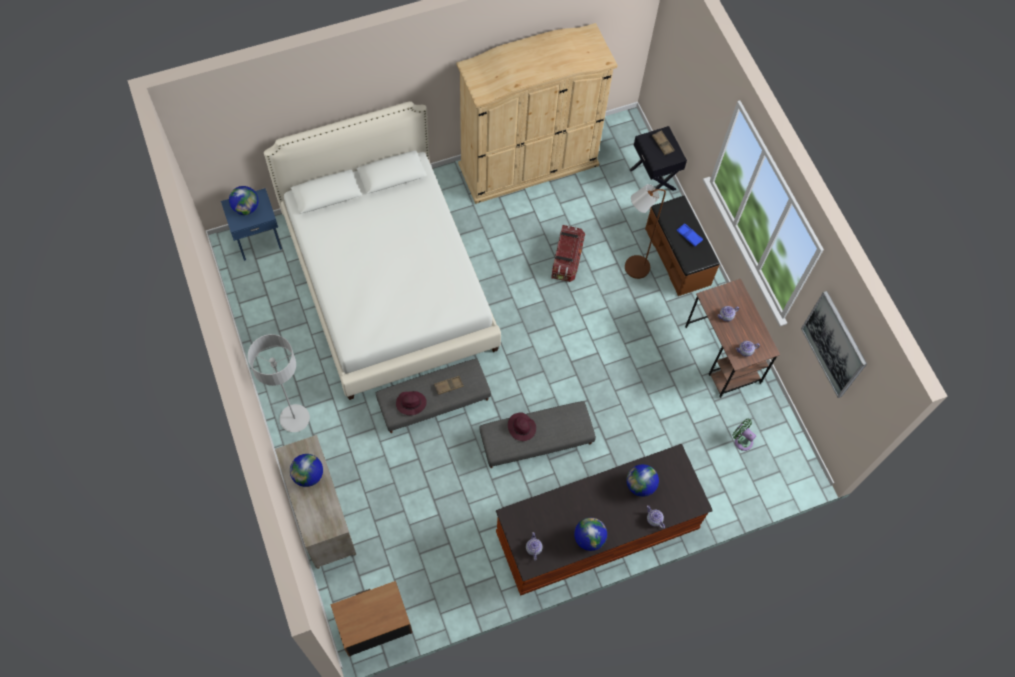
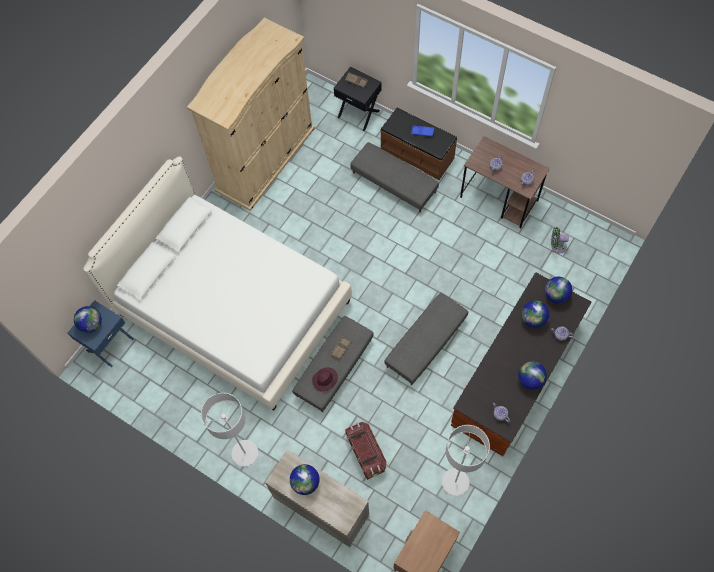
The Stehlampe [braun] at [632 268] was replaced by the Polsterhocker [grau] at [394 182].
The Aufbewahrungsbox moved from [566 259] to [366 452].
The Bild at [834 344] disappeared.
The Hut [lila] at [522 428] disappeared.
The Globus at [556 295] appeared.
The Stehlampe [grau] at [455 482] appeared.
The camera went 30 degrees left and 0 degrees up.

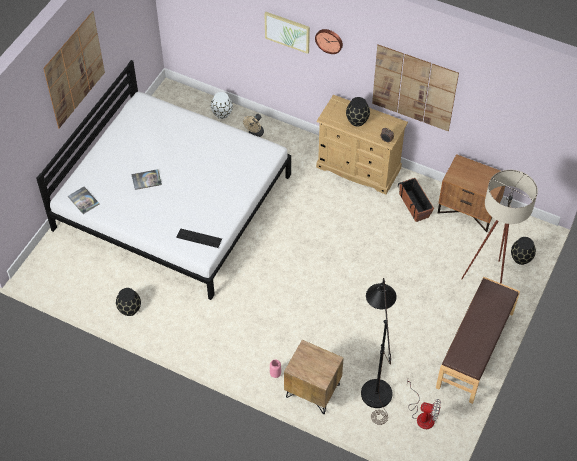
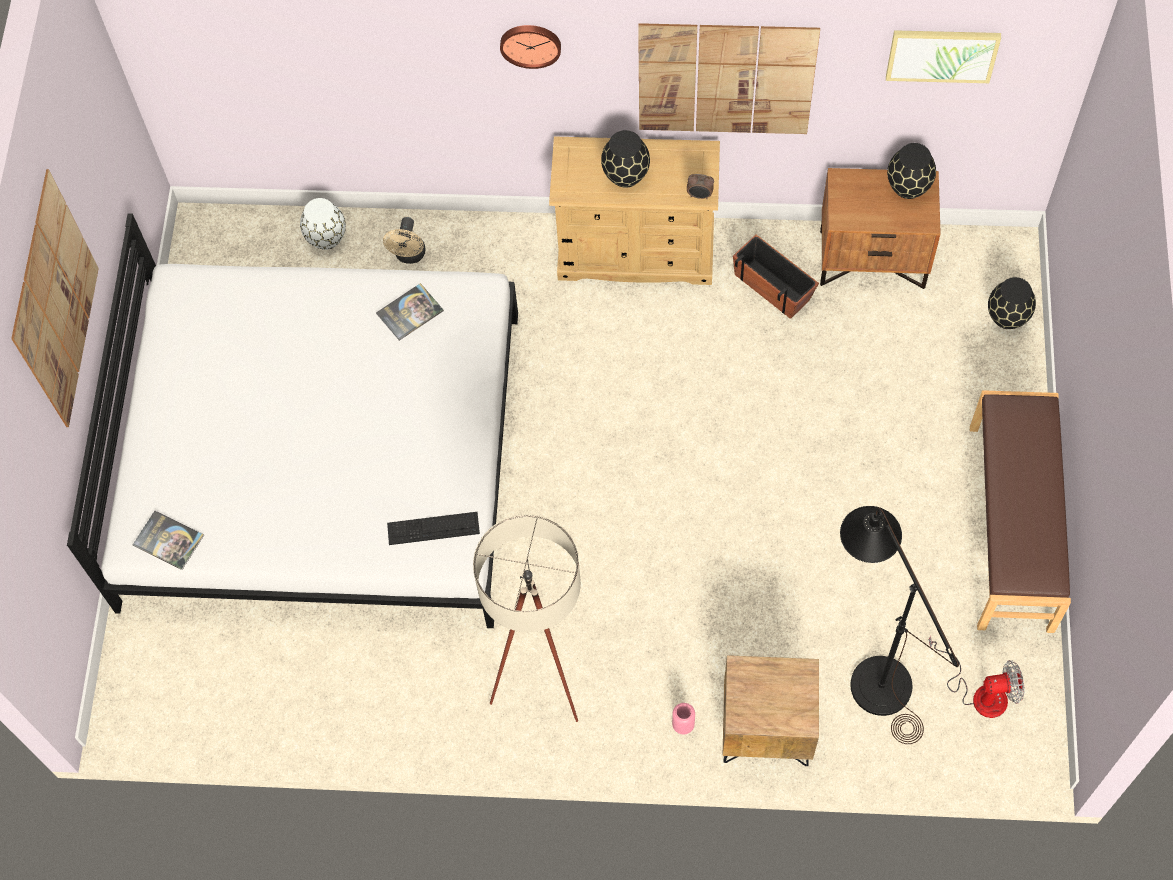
The Bild moved from [287 31] to [942 54].
The Buch moved from [146 180] to [410 312].
The Stehlampe [beige] moved from [489 276] to [542 674].
The Vase [schwarz] moved from [129 309] to [908 187].
The camera went 20 degrees left and 10 degrees up.

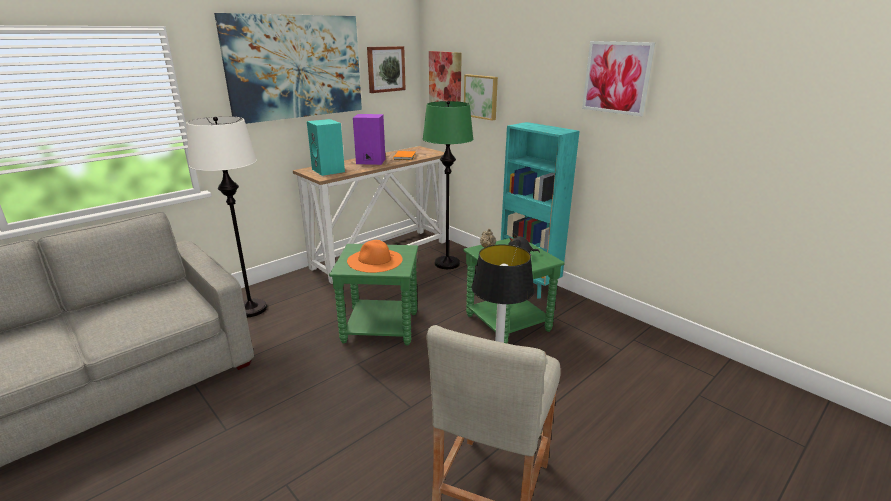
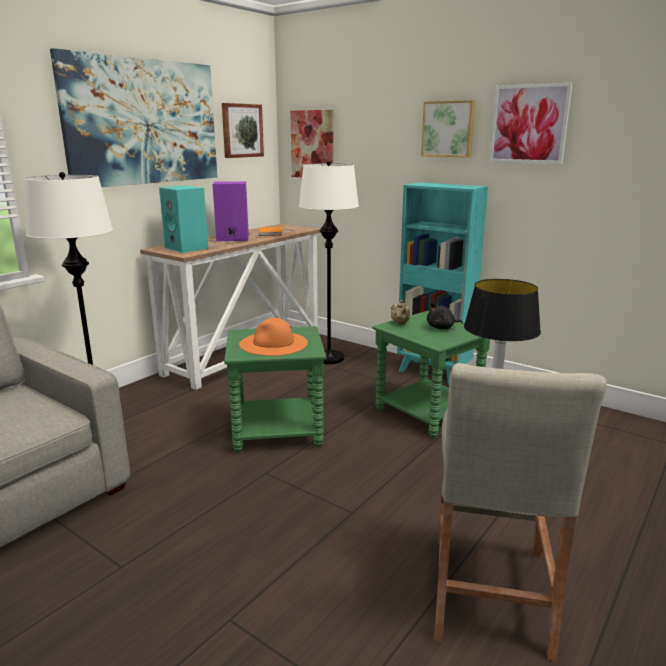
The Bild moved from [481 96] to [448 129].
The Stehlampe [grün] at [447 263] became the Stehlampe [weiß] at [329 358].
The camera went 10 degrees left and 5 degrees down.

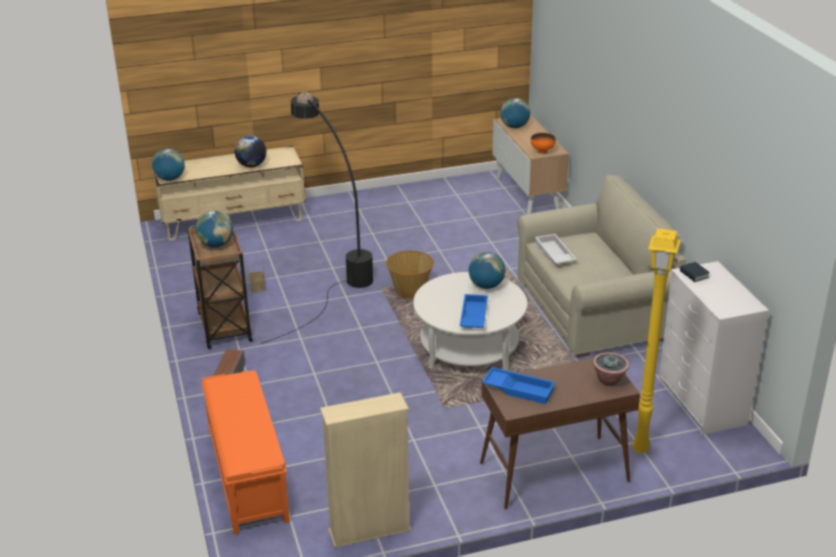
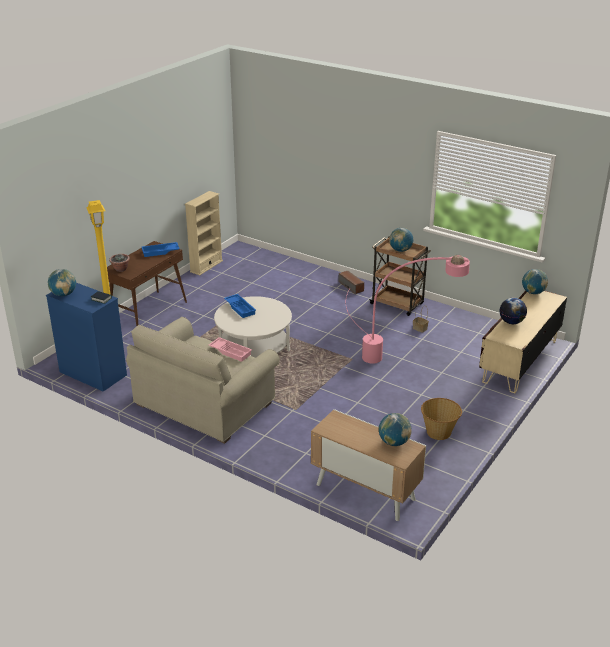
The Stehlampe [schwarz] at [331 272] became the Stehlampe [rosa] at [398 356].
The Schüssel [orange] at [542 151] disappeared.
The Tablett [weiß] at [554 254] became the Tablett [rosa] at [231 351].
The Korb moved from [410 291] to [439 432].
The Globus moved from [486 286] to [63 294].
The Kommode [weiß] at [702 403] became the Kommode [blau] at [92 373].
The Bank [orange] at [247 474] disappeared.
The camera went 140 degrees right and 0 degrees up.

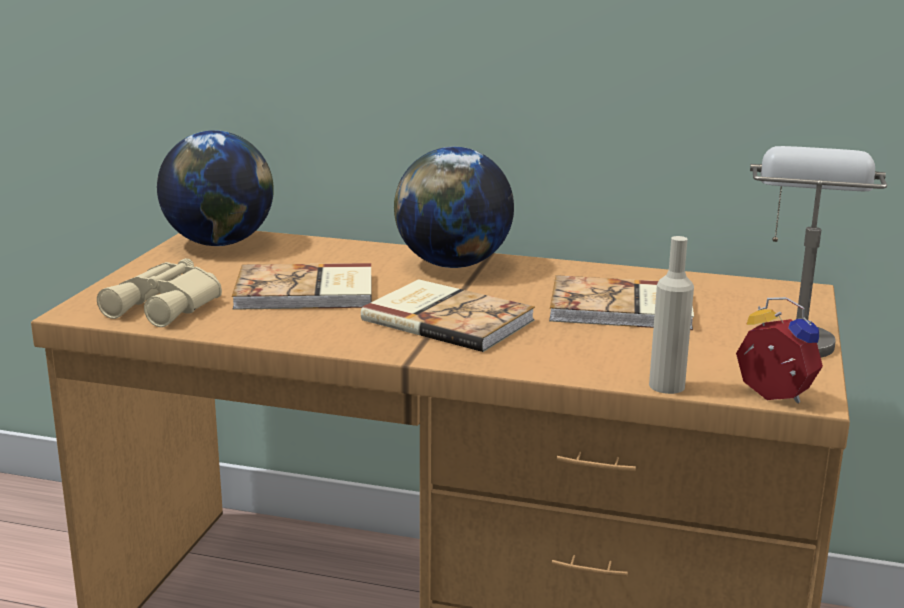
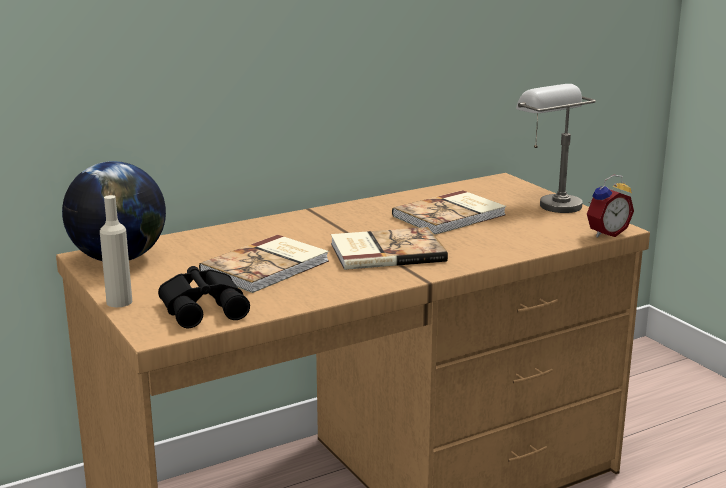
The Globus at [453 265] disappeared.
The Flasche [beige] moved from [666 386] to [119 302].
The Fernglas [beige] at [167 306] became the Fernglas [schwarz] at [205 307].
The Wecker at [771 397] turned 150 degrees clockwise.
The camera went 45 degrees left and 0 degrees up.

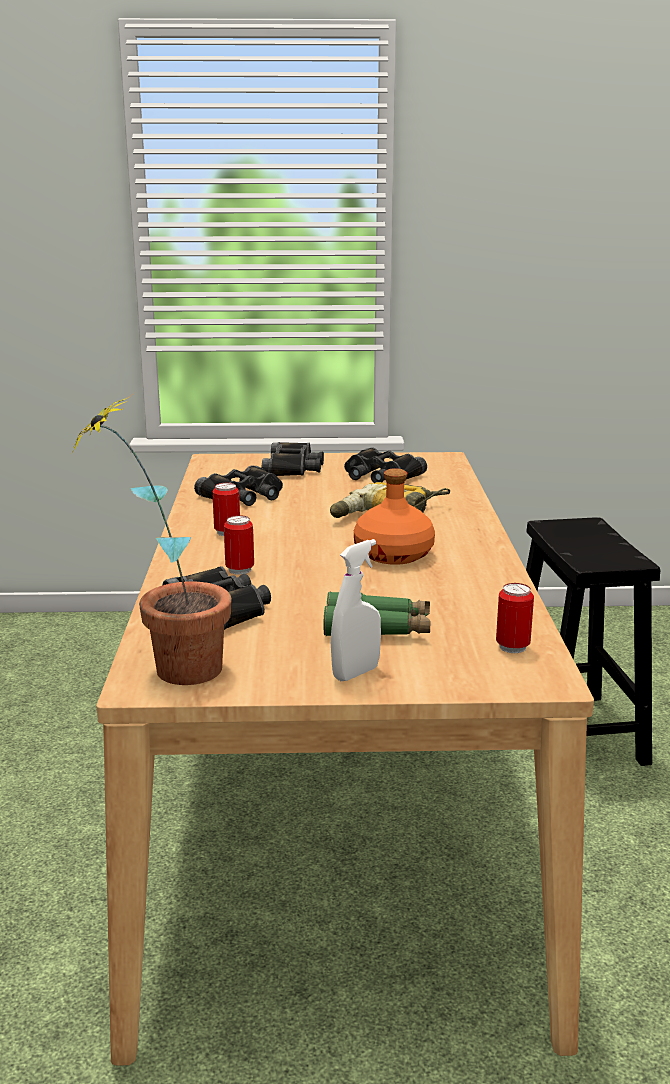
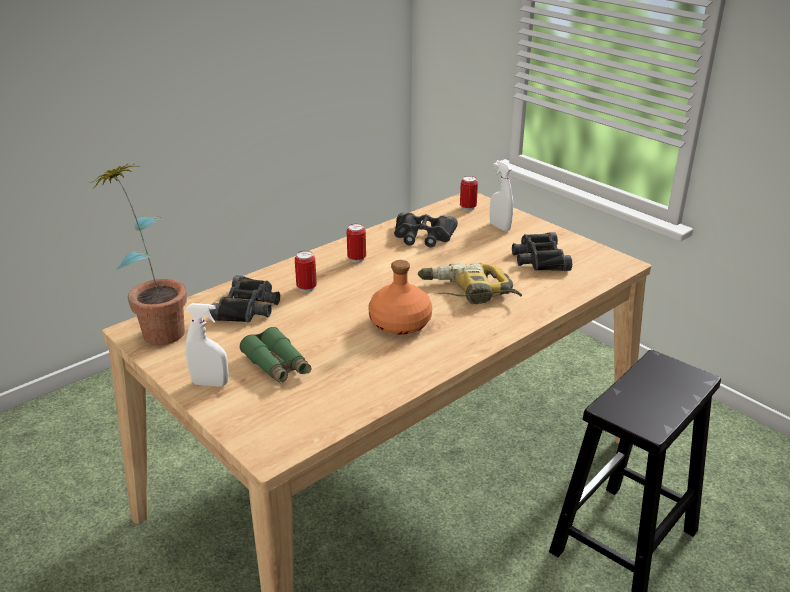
The Fernglas [schwarz] at [293 468] was replaced by the Sprühflasche [weiß] at [499 227].
The Dose moved from [512 647] to [468 208].
The camera went 50 degrees right and 10 degrees up.

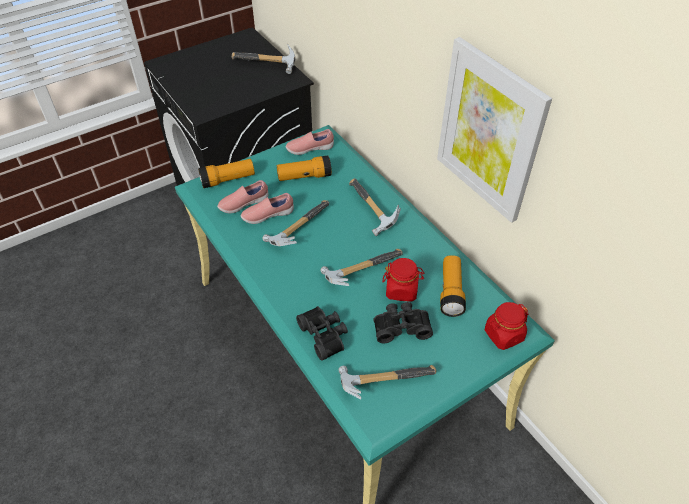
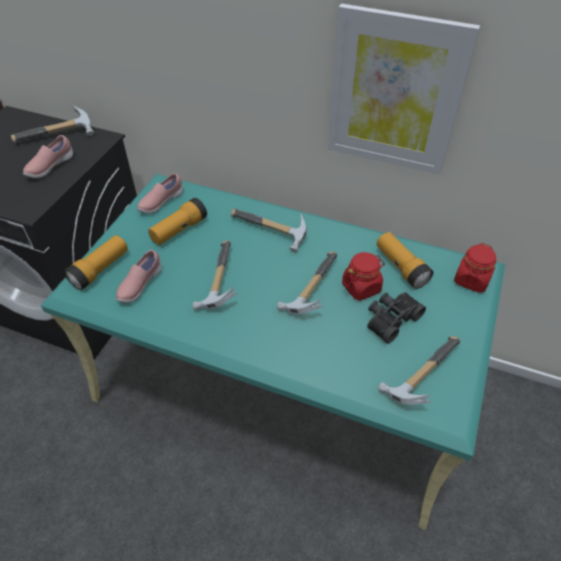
The Schuh [rosa] moved from [267 215] to [50 167].
The Fernglas [schwarz] at [325 335] disappeared.
The camera went 35 degrees left and 0 degrees up.

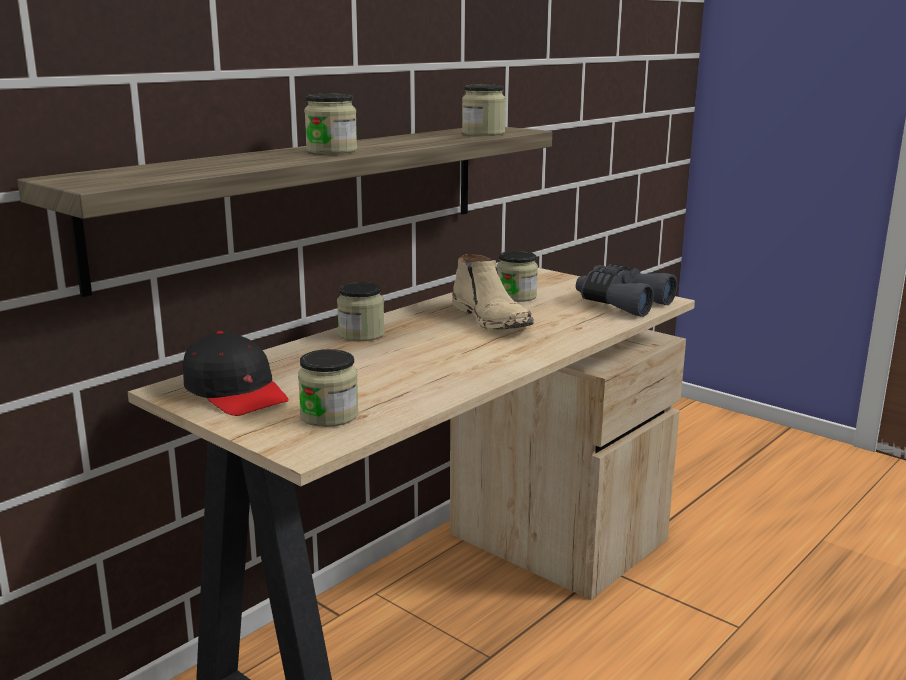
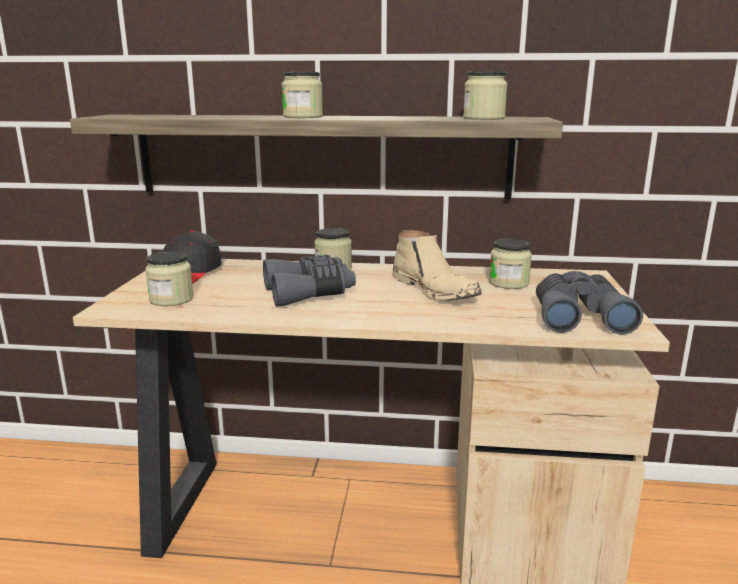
The Stiefel [beige] at [492 319] turned 60 degrees counterclockwise.
The Fernglas [grau] at [309 293] appeared.
The camera went 55 degrees right and 0 degrees up.

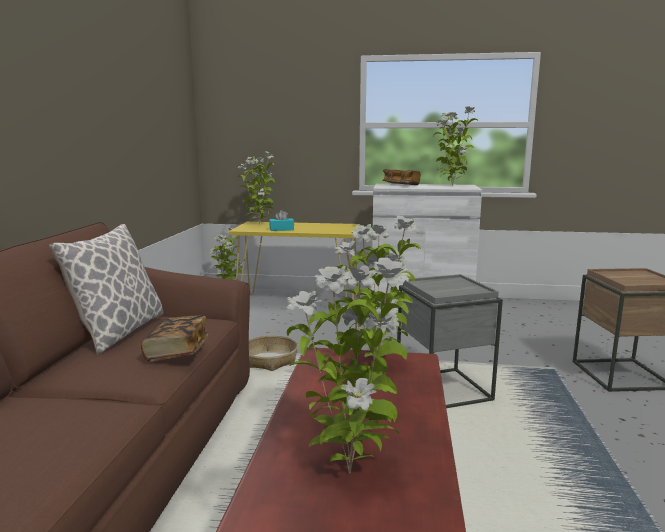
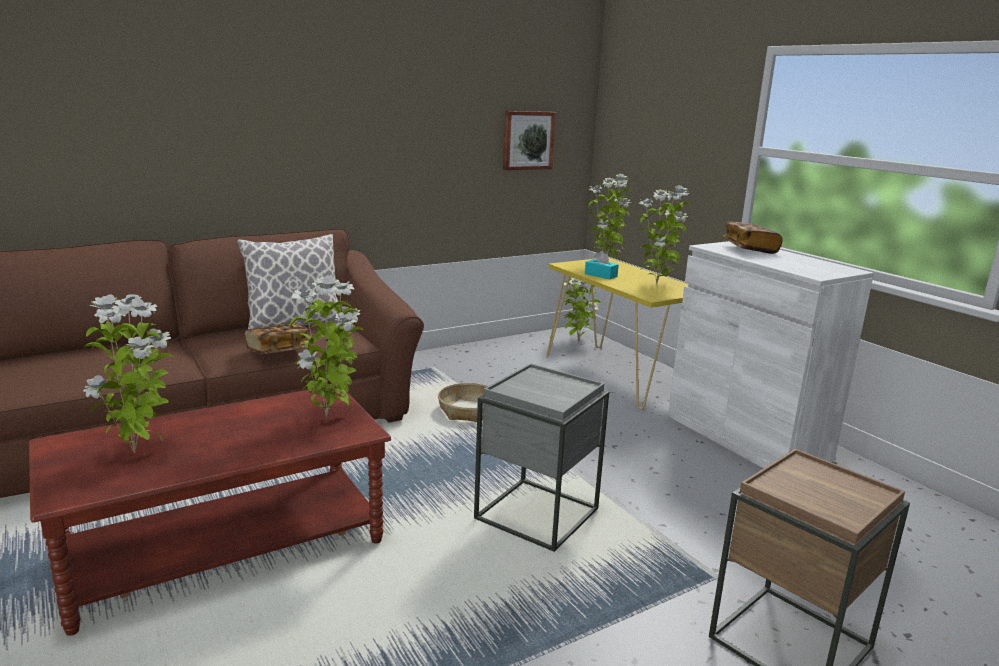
The Topfpflanze moved from [451 186] to [657 284].
The Bild at [527 140] appeared.
The camera went 50 degrees right and 5 degrees up.

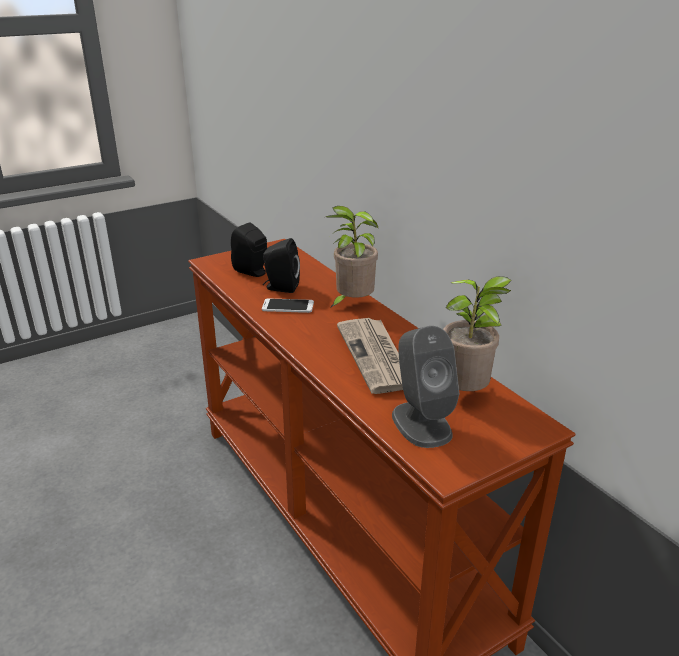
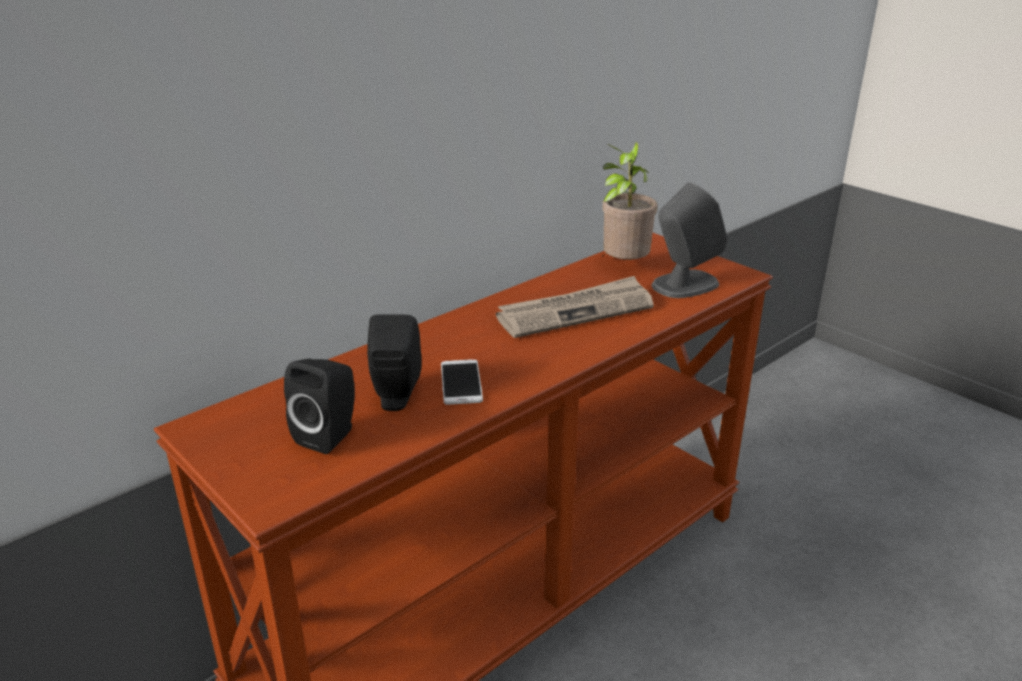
The Topfpflanze at [352 304] disappeared.
The camera went 100 degrees left and 0 degrees up.

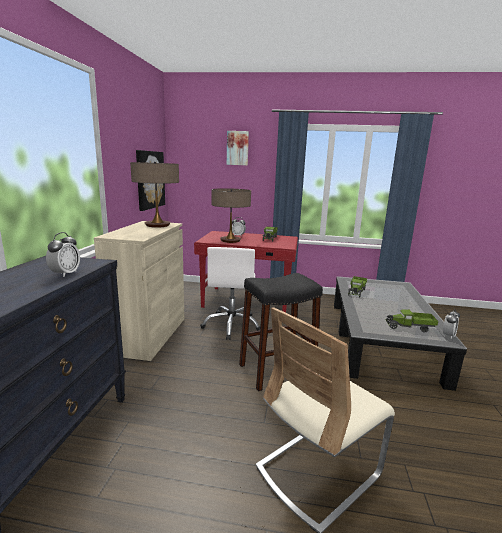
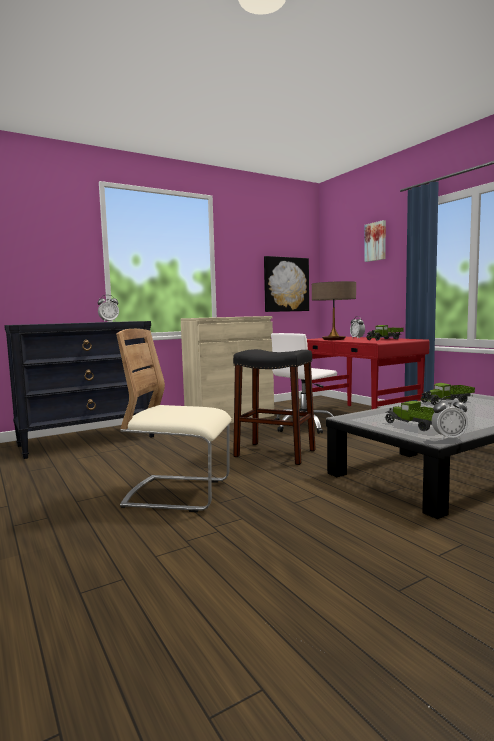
The Tischlampe at [157 225] disappeared.
The camera went 50 degrees right and 10 degrees down.

